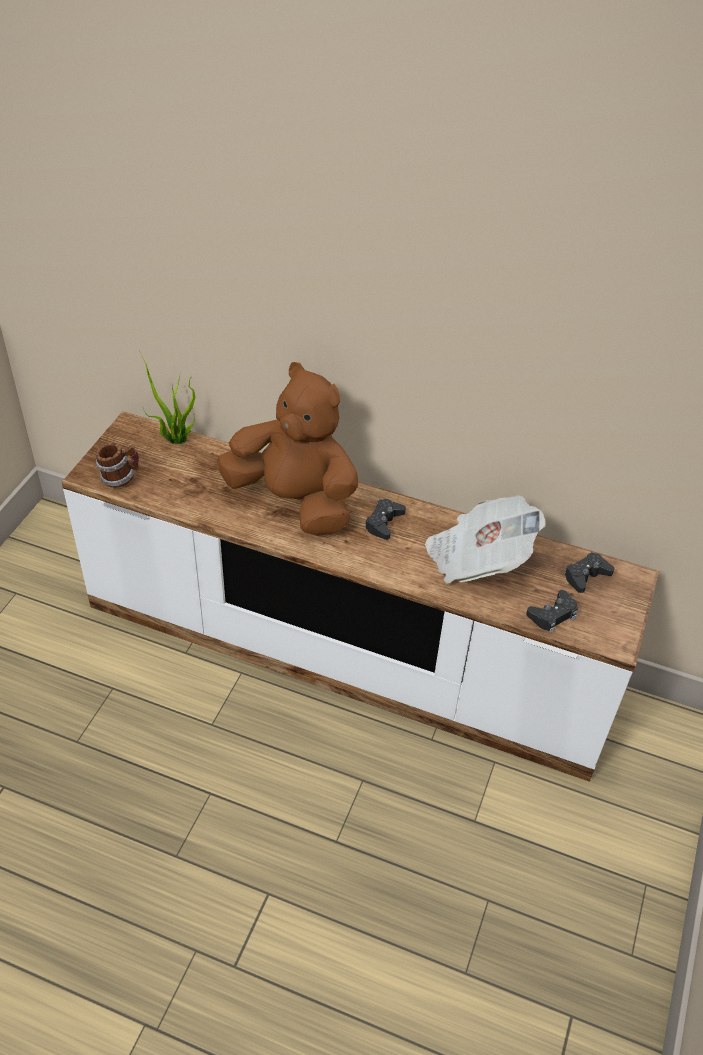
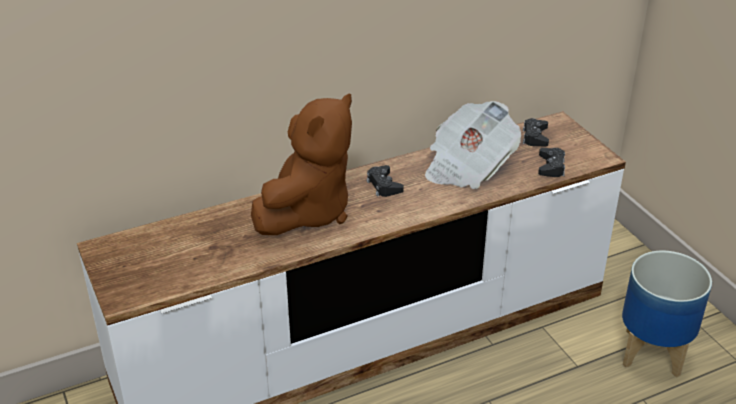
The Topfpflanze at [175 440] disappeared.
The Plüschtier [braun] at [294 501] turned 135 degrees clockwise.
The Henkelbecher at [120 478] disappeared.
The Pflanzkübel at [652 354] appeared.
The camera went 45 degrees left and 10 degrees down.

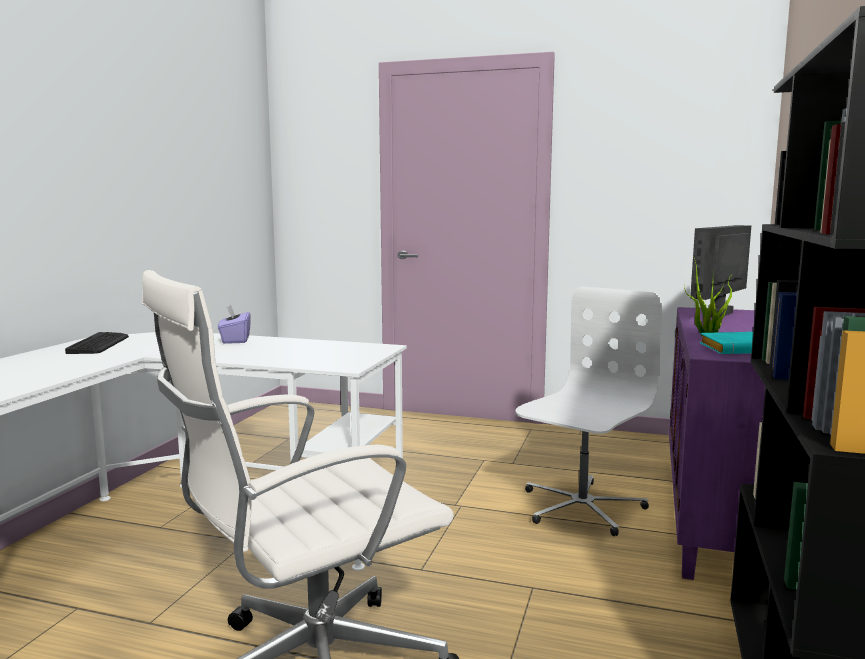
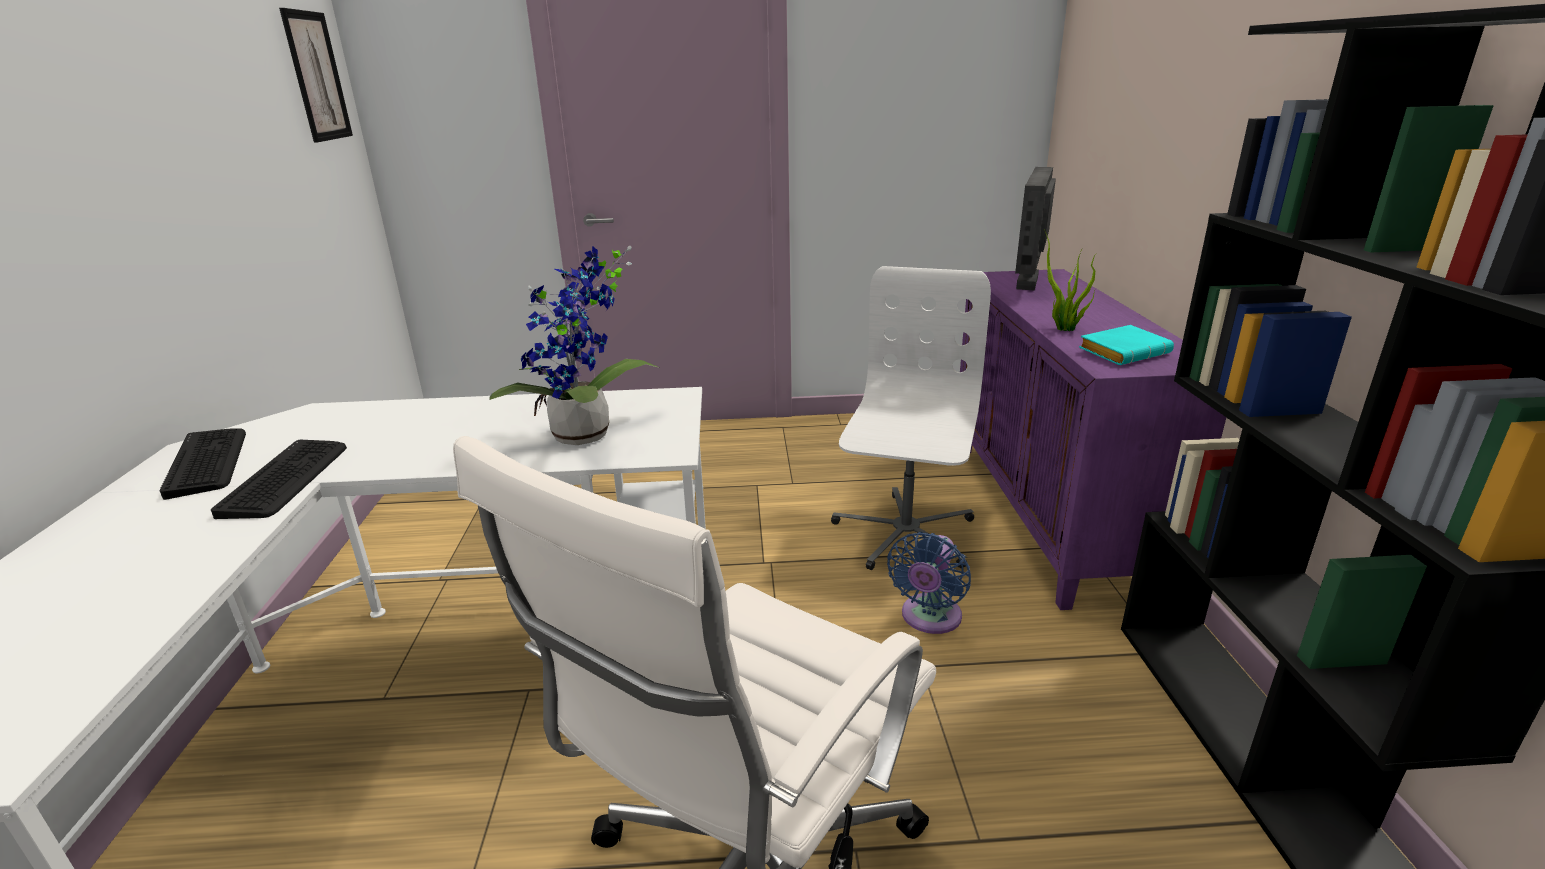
The Taschentuchbox [lila] at [235 340] disappeared.
The Bild at [317 76] appeared.
The Topfpflanze at [586 437] appeared.
The Tastatur at [286 479] appeared.
The Ventilator [blau] at [929 618] appeared.
The camera went 20 degrees left and 15 degrees up.

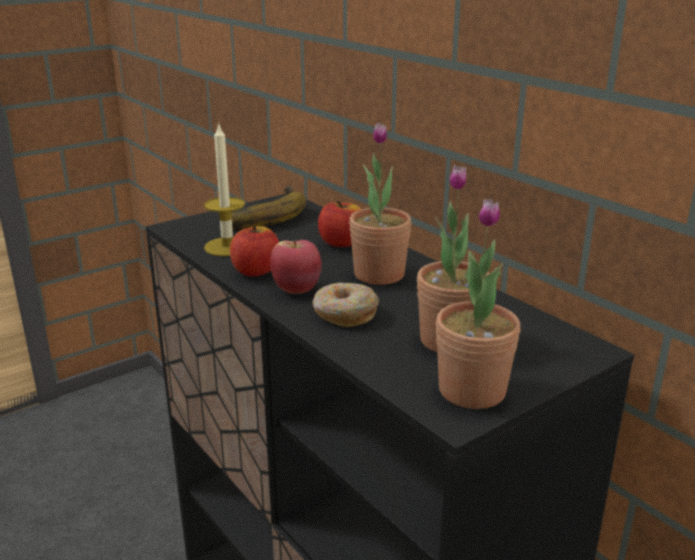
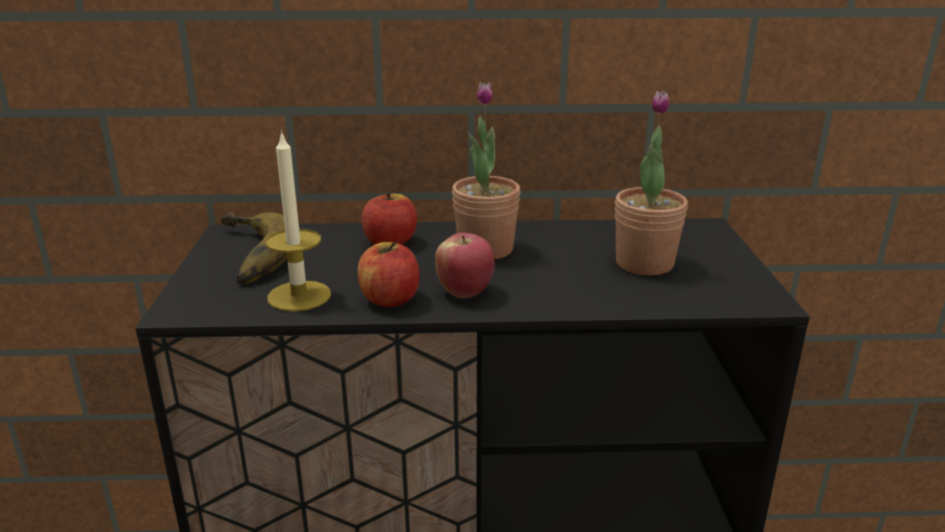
The Topfpflanze at [472 391] disappeared.
The Donut at [344 314] disappeared.
The camera went 55 degrees left and 0 degrees up.

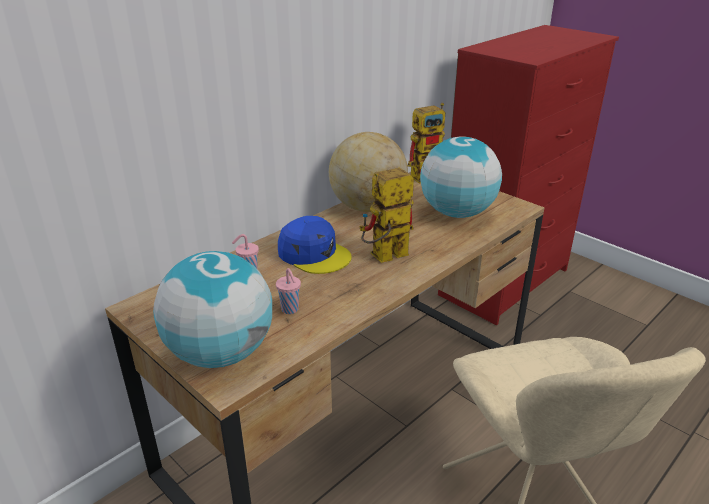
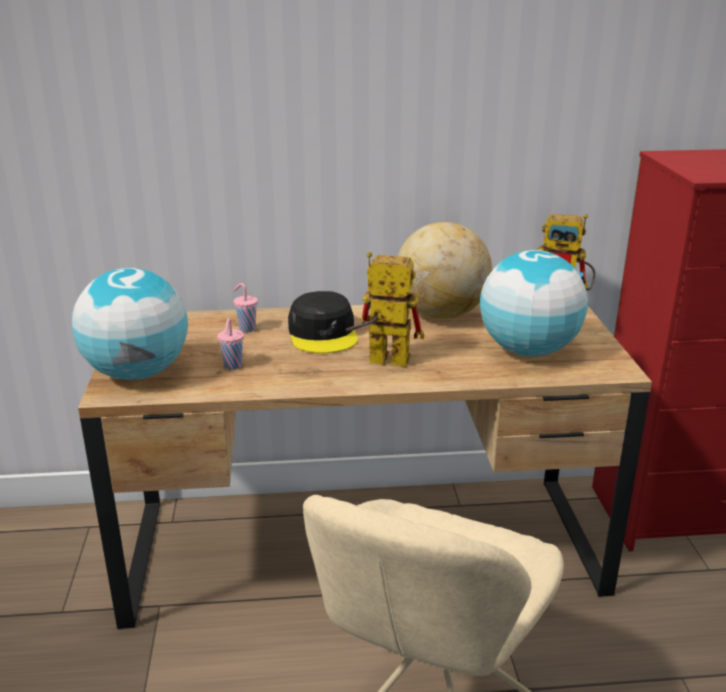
The Kappe [blau] at [314 254] became the Kappe [schwarz] at [323 334].
The camera went 40 degrees right and 5 degrees down.

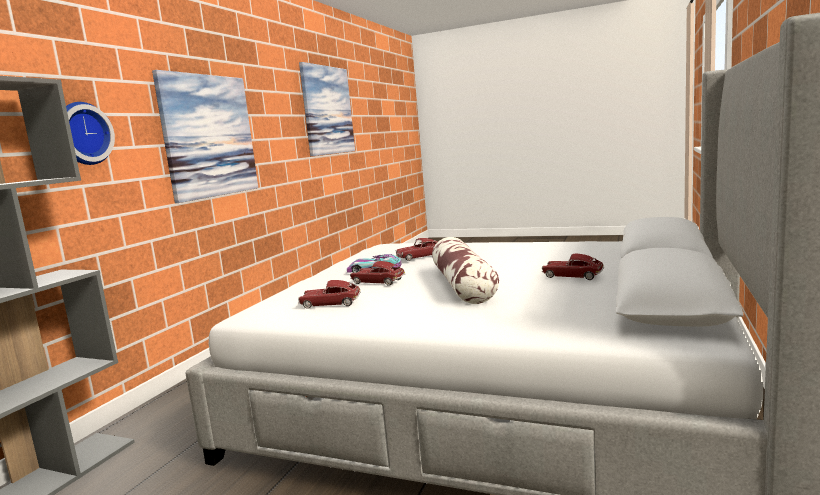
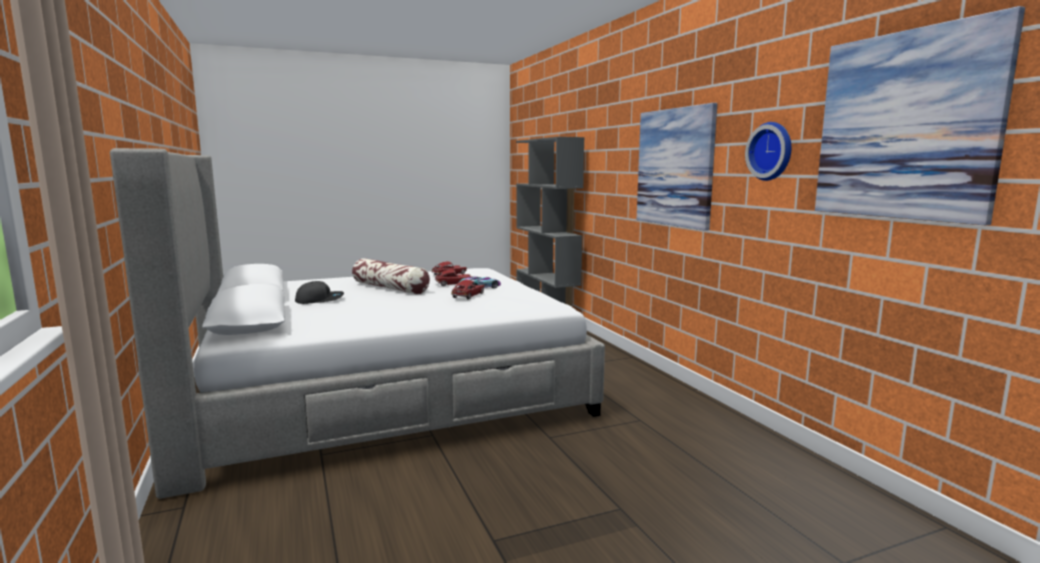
The Wanduhr moved from [81 134] to [772 151].
The Spielzeugauto at [572 276] was replaced by the Kappe [grau] at [320 300].
The camera went 135 degrees right and 0 degrees up.

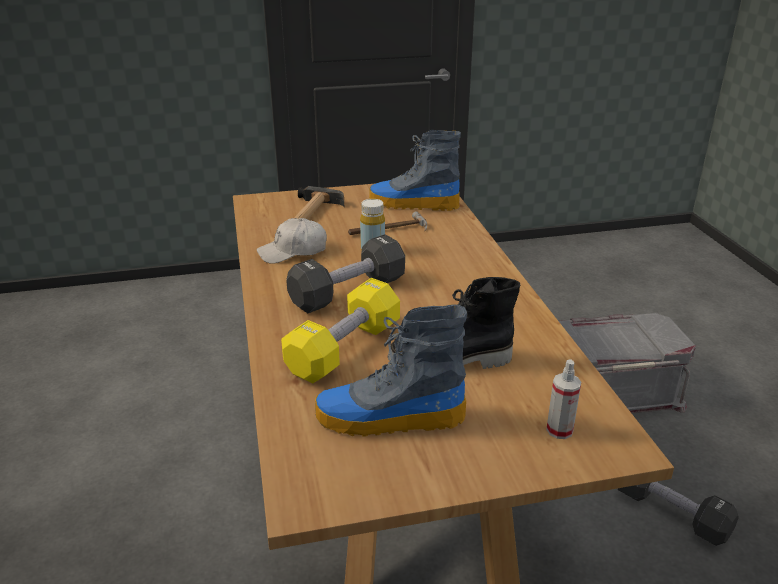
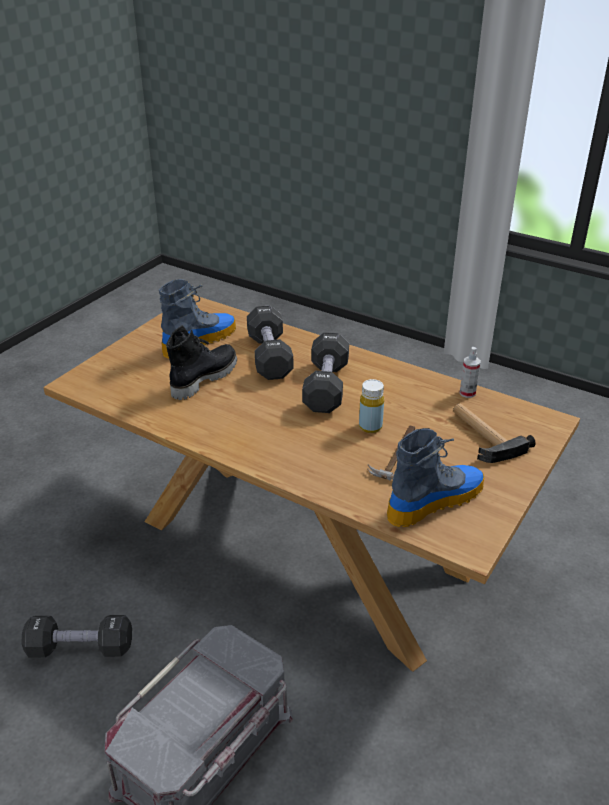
The Kappe [weiß] at [293 251] disappeared.
The Hantel [gelb] at [344 349] became the Hantel [schwarz] at [269 356].
The Sprühflasche moved from [559 430] to [467 393].
The camera went 135 degrees right and 5 degrees up.

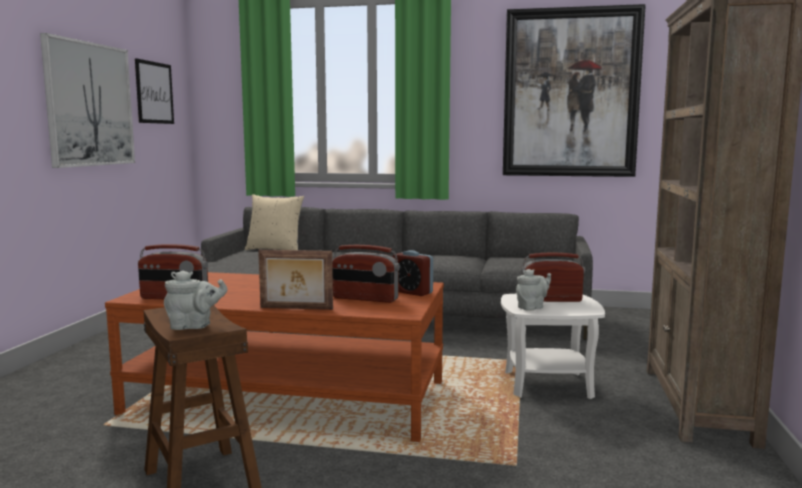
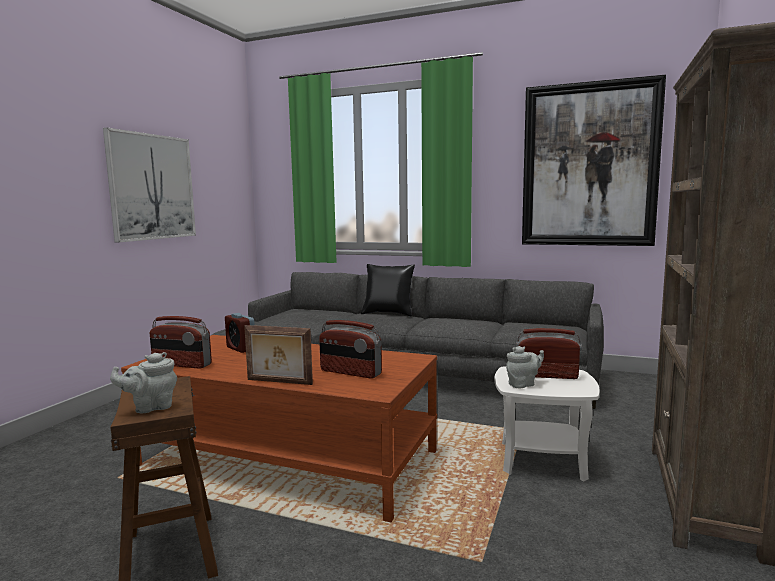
The Bild at [154 92] disappeared.
The Kissen [beige] at [275 249] disappeared.
The Wecker moved from [412 292] to [241 348].
The Teekanne [grau] at [194 326] turned 150 degrees clockwise.
The Kissen [schwarz] at [388 314] appeared.
The camera went 10 degrees right and 0 degrees up.

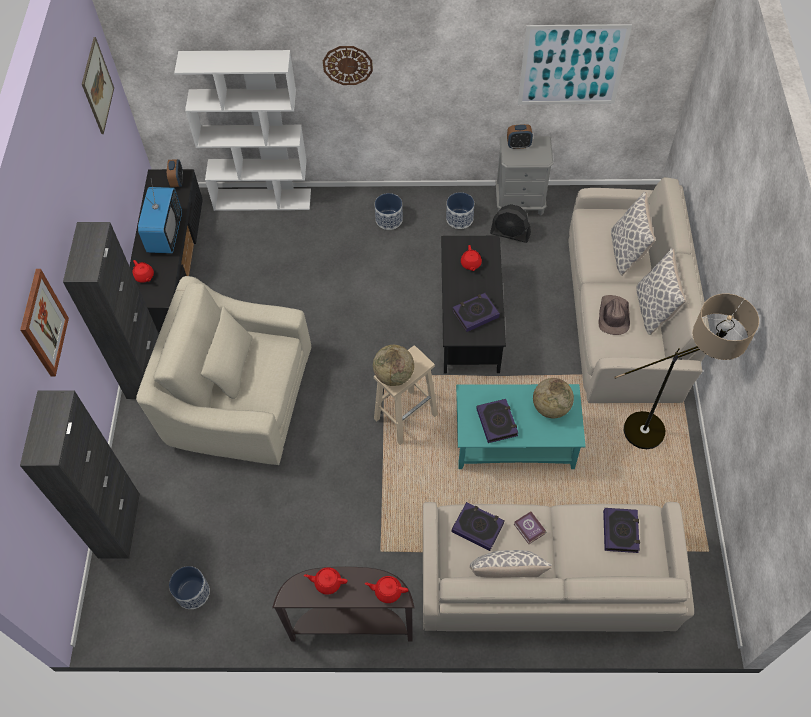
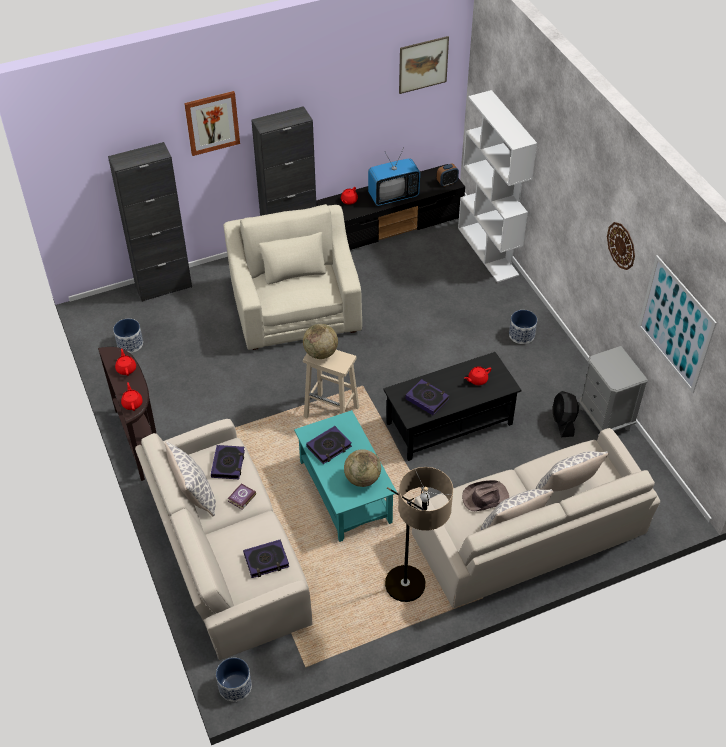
The Wanduhr moved from [347 65] to [621 245].
The Wecker at [518 145] disappeared.
The Pflanzkübel moved from [459 219] to [235 686].
The camera went 65 degrees right and 10 degrees down.

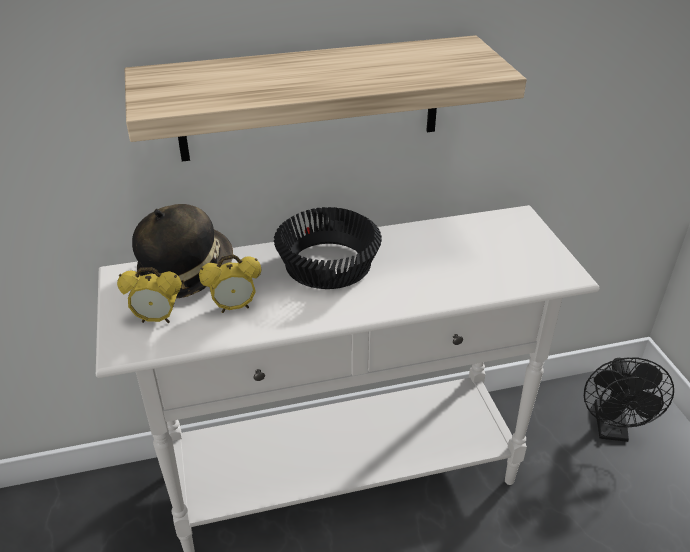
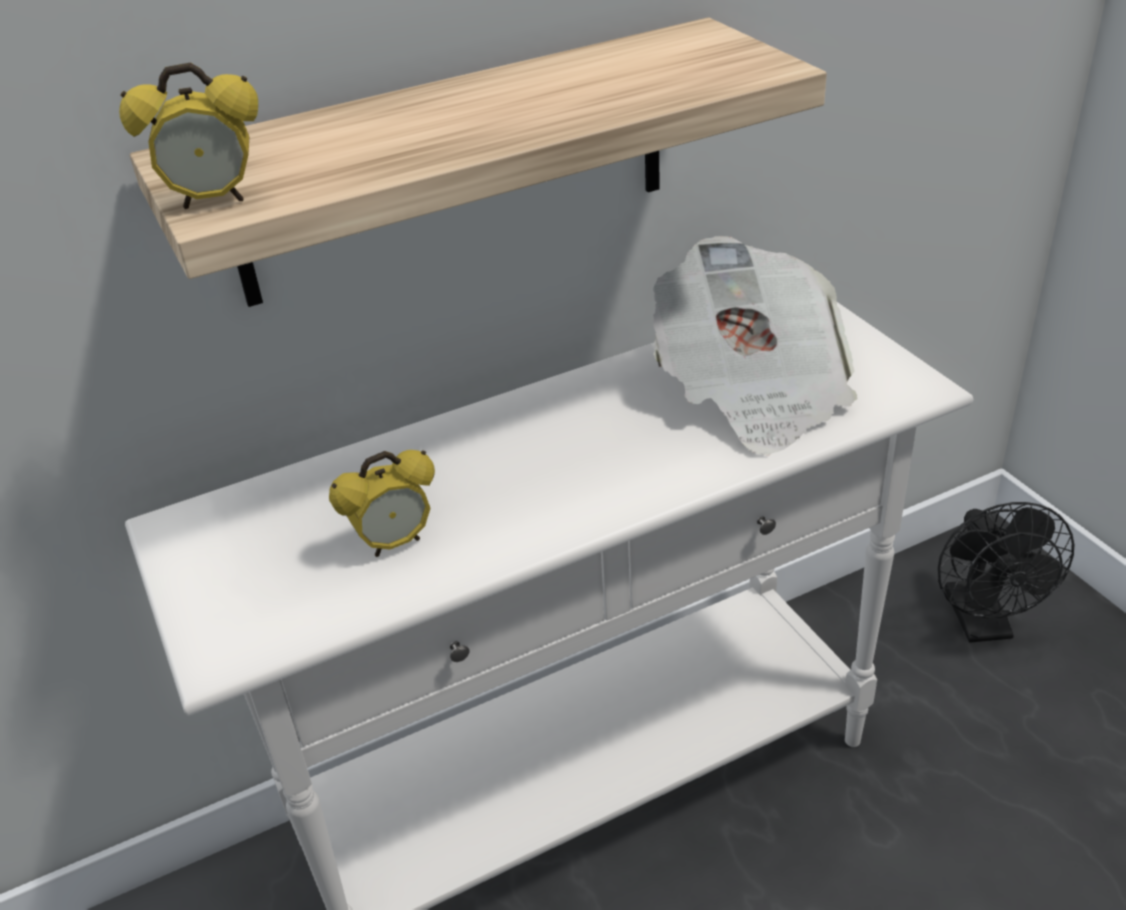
The Hut at [186 271] disappeared.
The Schüssel [schwarz] at [328 263] disappeared.
The Wecker moved from [157 319] to [214 200].
The Zeitung at [752 390] appeared.
The camera went 10 degrees left and 0 degrees up.

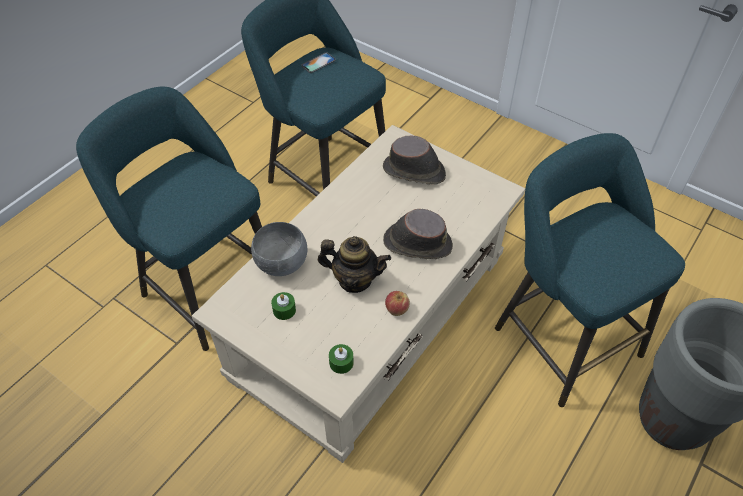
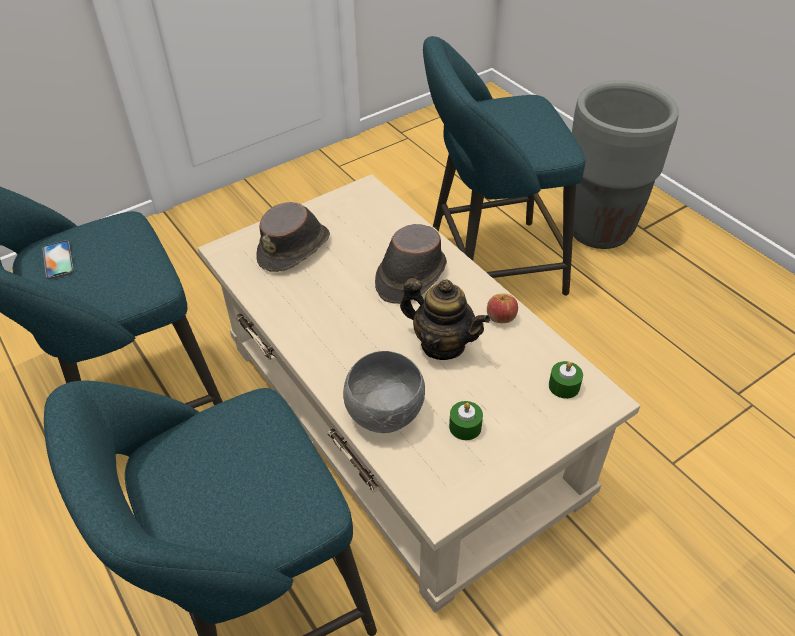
The Teekanne at [354 280] turned 90 degrees clockwise.
The camera went 70 degrees left and 5 degrees down.

